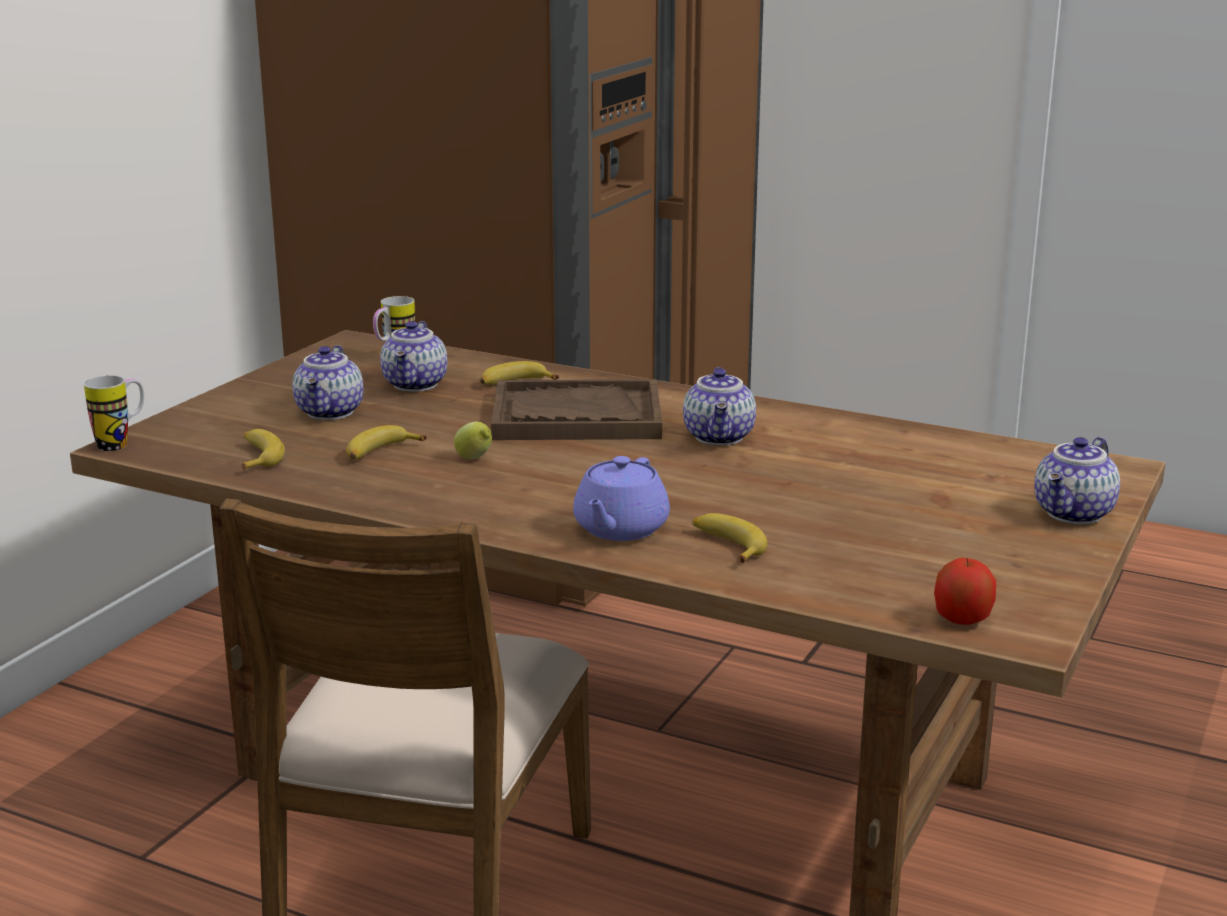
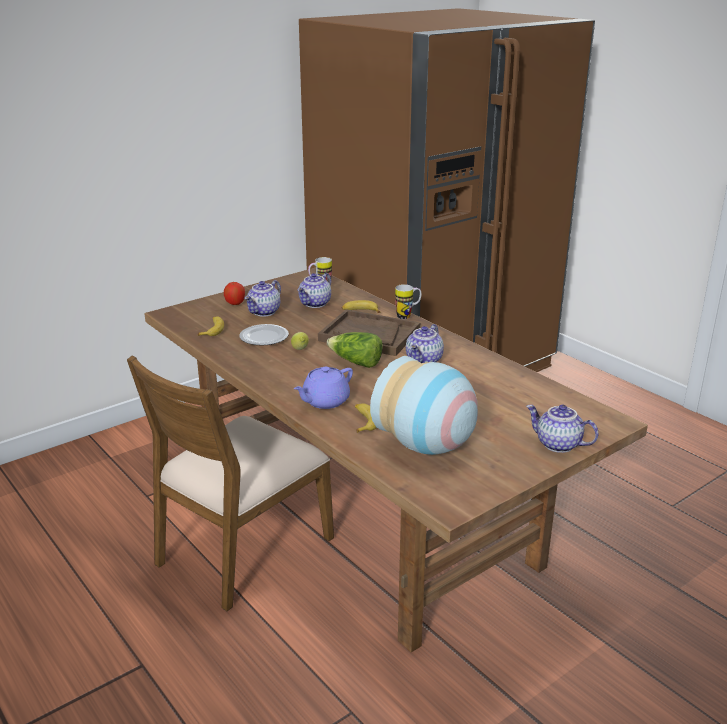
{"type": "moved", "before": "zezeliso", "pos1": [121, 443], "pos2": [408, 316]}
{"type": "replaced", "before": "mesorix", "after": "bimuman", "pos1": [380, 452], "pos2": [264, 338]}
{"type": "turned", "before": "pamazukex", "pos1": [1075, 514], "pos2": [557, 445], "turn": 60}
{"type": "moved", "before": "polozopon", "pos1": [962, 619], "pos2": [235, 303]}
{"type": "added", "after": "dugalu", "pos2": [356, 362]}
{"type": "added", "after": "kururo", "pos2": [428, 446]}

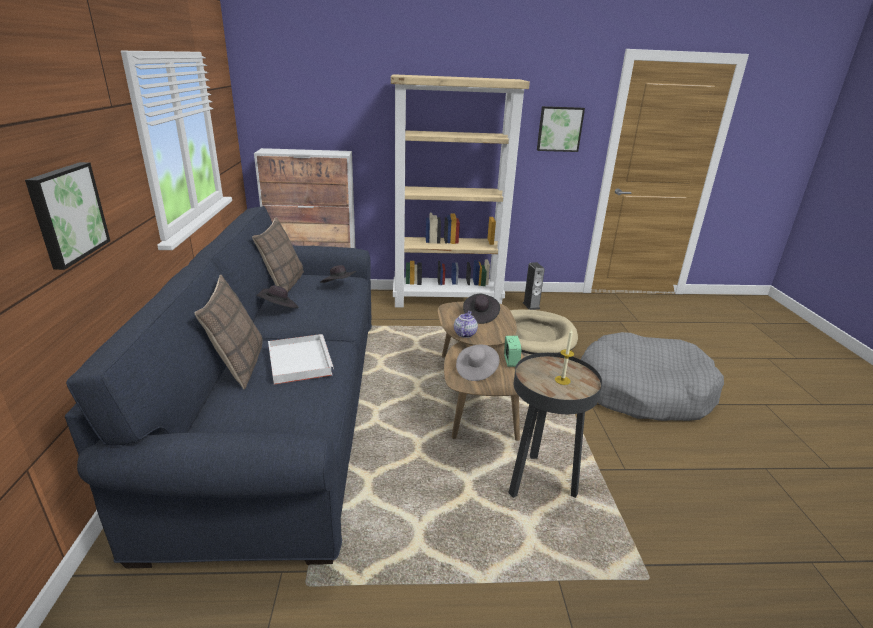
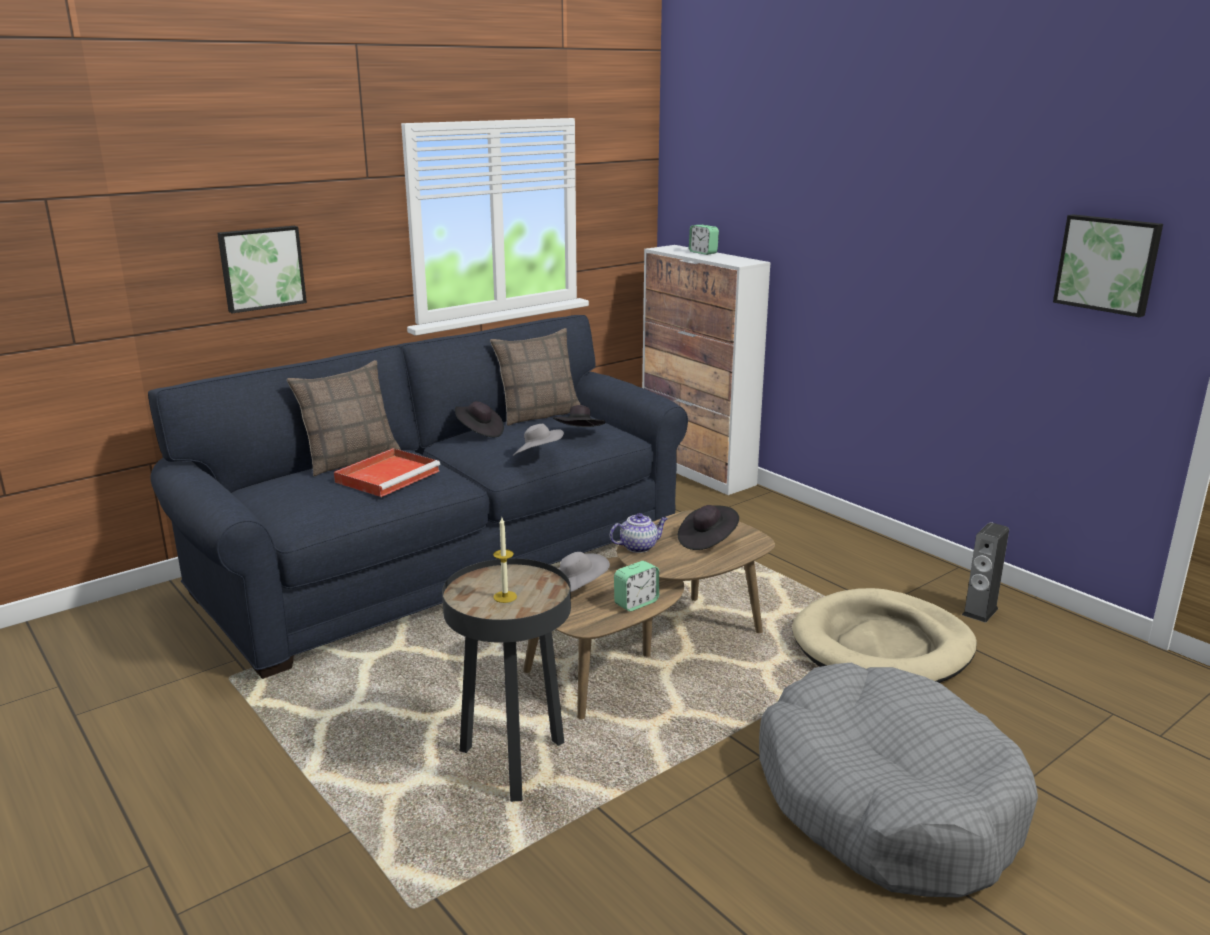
{"type": "removed", "before": "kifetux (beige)", "pos1": [448, 300]}
{"type": "recoloured", "before": "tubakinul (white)", "after": "tubakinul (red)", "pos1": [298, 360], "pos2": [388, 476]}
{"type": "added", "after": "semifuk", "pos2": [703, 252]}
{"type": "added", "after": "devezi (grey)", "pos2": [538, 455]}

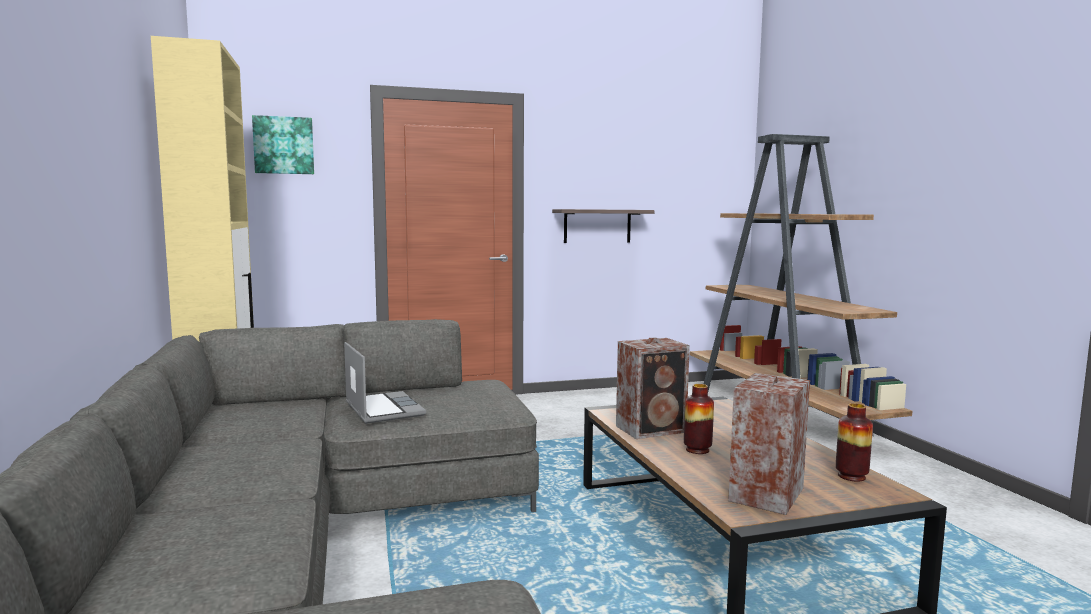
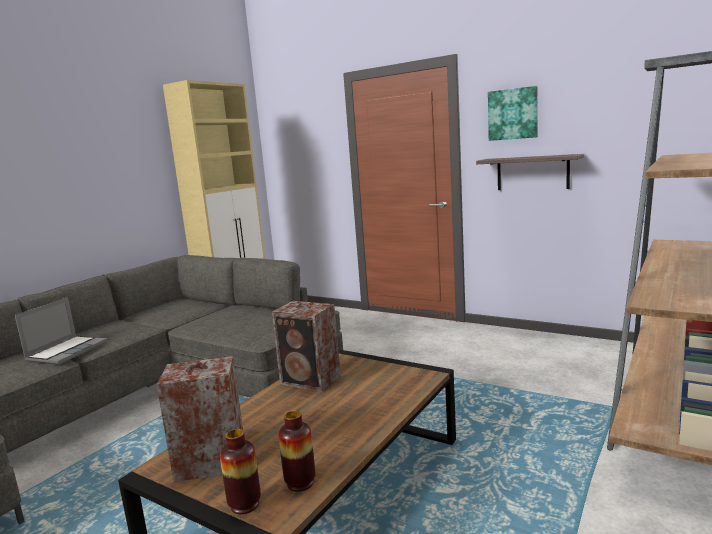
{"type": "moved", "before": "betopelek", "pos1": [284, 145], "pos2": [513, 114]}
{"type": "moved", "before": "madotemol", "pos1": [382, 409], "pos2": [67, 351]}
{"type": "moved", "before": "kururo", "pos1": [697, 450], "pos2": [244, 505]}

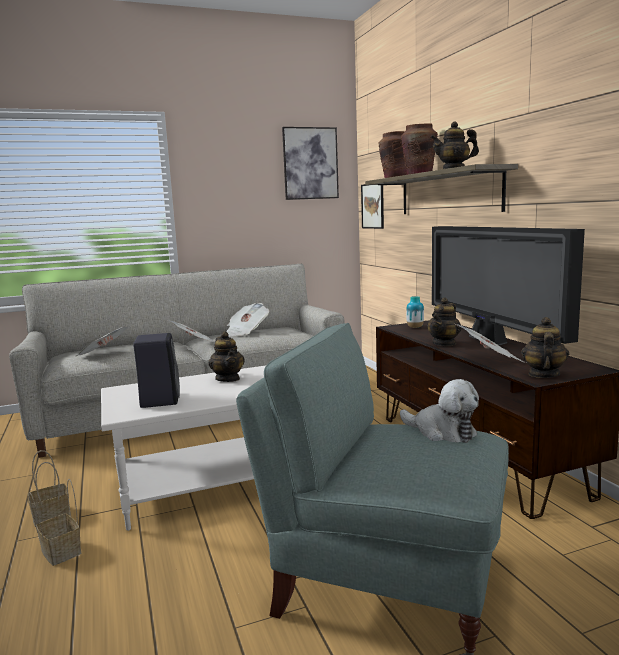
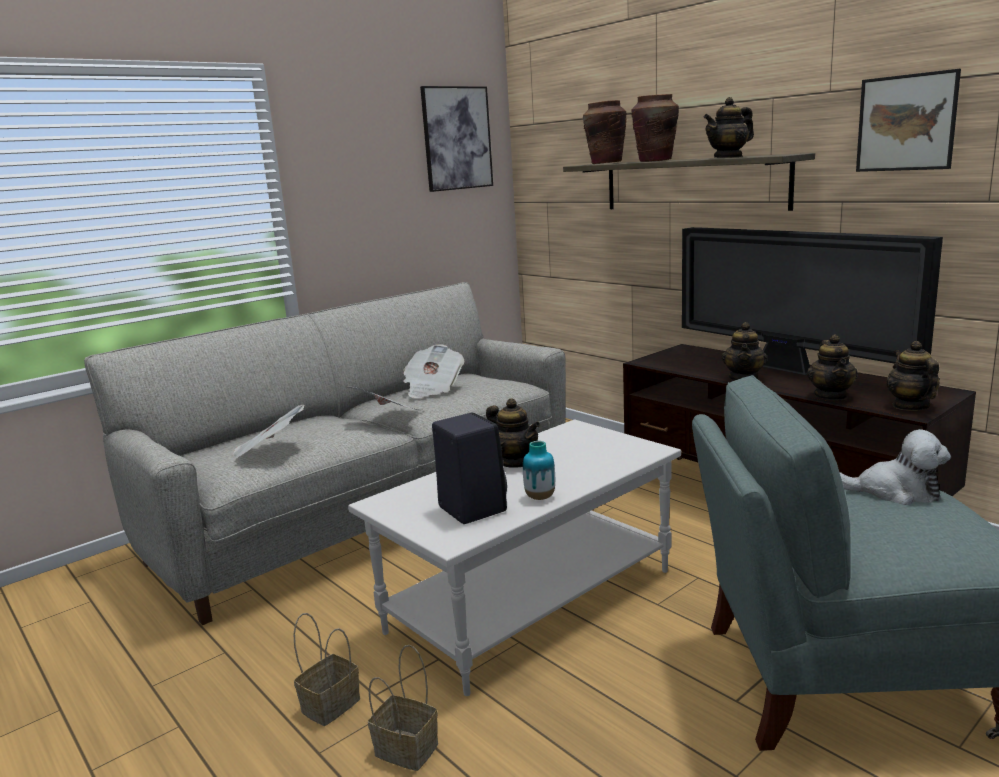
{"type": "moved", "before": "betopelek", "pos1": [373, 206], "pos2": [906, 123]}
{"type": "moved", "before": "kururo", "pos1": [415, 327], "pos2": [540, 497]}
{"type": "replaced", "before": "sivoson", "after": "pamazukex", "pos1": [490, 361], "pos2": [831, 396]}

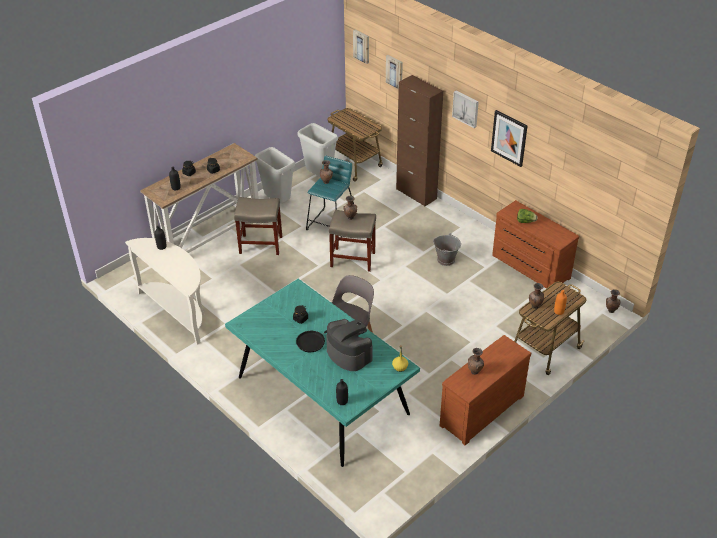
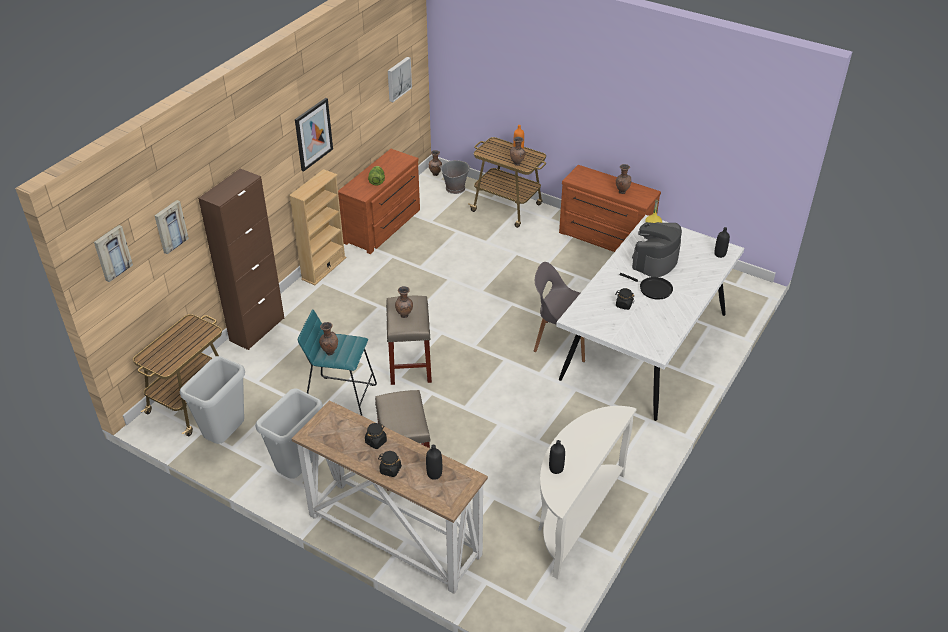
{"type": "moved", "before": "betopelek", "pos1": [466, 108], "pos2": [398, 79]}
{"type": "moved", "before": "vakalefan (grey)", "pos1": [446, 259], "pos2": [455, 188]}
{"type": "recoloured", "before": "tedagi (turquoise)", "after": "tedagi (white)", "pos1": [321, 395], "pos2": [644, 346]}
{"type": "added", "after": "kifetux (beige)", "pos2": [323, 268]}

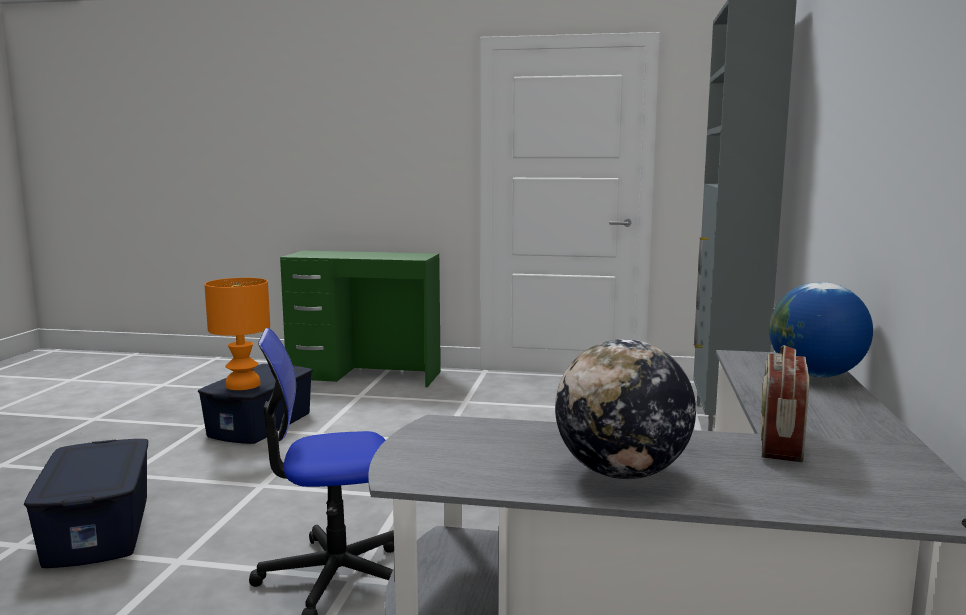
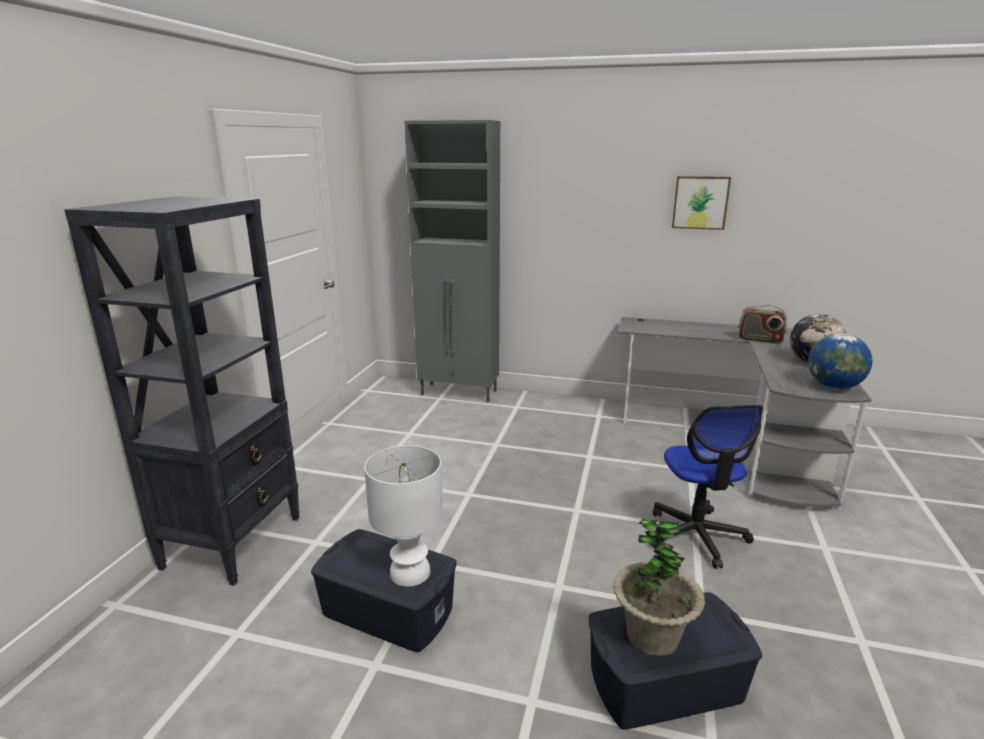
{"type": "replaced", "before": "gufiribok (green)", "after": "kifetux (black)", "pos1": [365, 375], "pos2": [234, 541]}
{"type": "recoloured", "before": "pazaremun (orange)", "after": "pazaremun (white)", "pos1": [242, 385], "pos2": [409, 573]}
{"type": "moved", "before": "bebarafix", "pos1": [815, 375], "pos2": [833, 387]}
{"type": "added", "after": "betopelek", "pos2": [700, 202]}
{"type": "added", "after": "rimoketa", "pos2": [652, 636]}

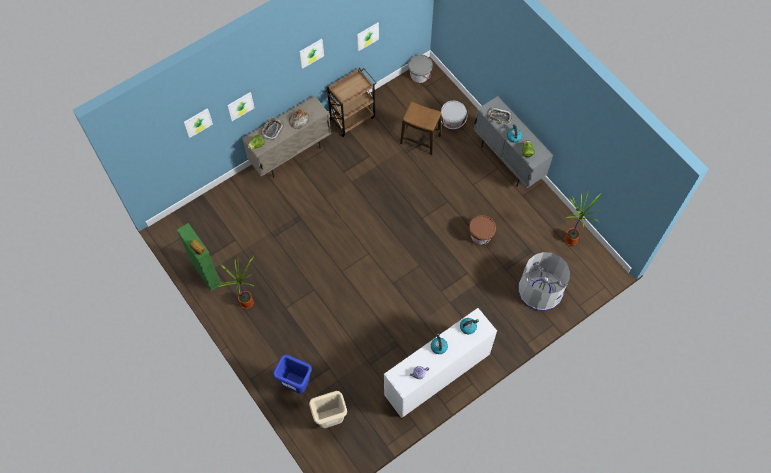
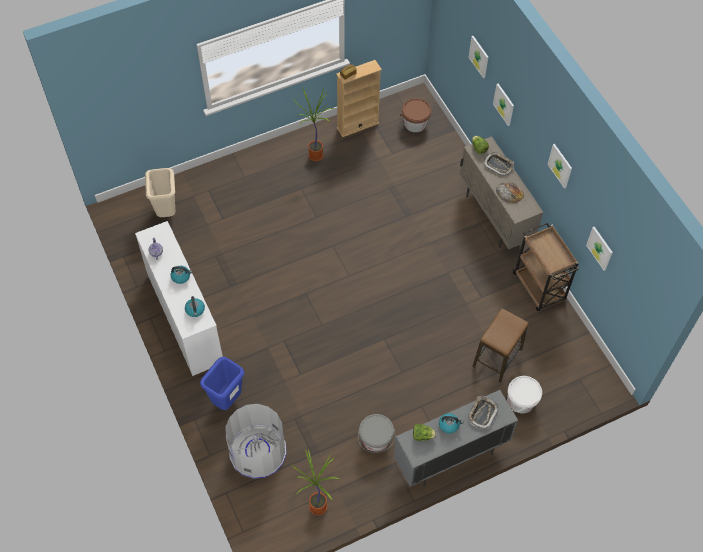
{"type": "moved", "before": "vakalefan (grey)", "pos1": [419, 75], "pos2": [375, 440]}
{"type": "moved", "before": "vakalefan (brown)", "pos1": [480, 236], "pos2": [415, 123]}
{"type": "recoloured", "before": "kifetux (green)", "after": "kifetux (beige)", "pos1": [206, 273], "pos2": [357, 125]}
{"type": "moved", "before": "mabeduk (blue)", "pos1": [296, 385], "pos2": [227, 400]}

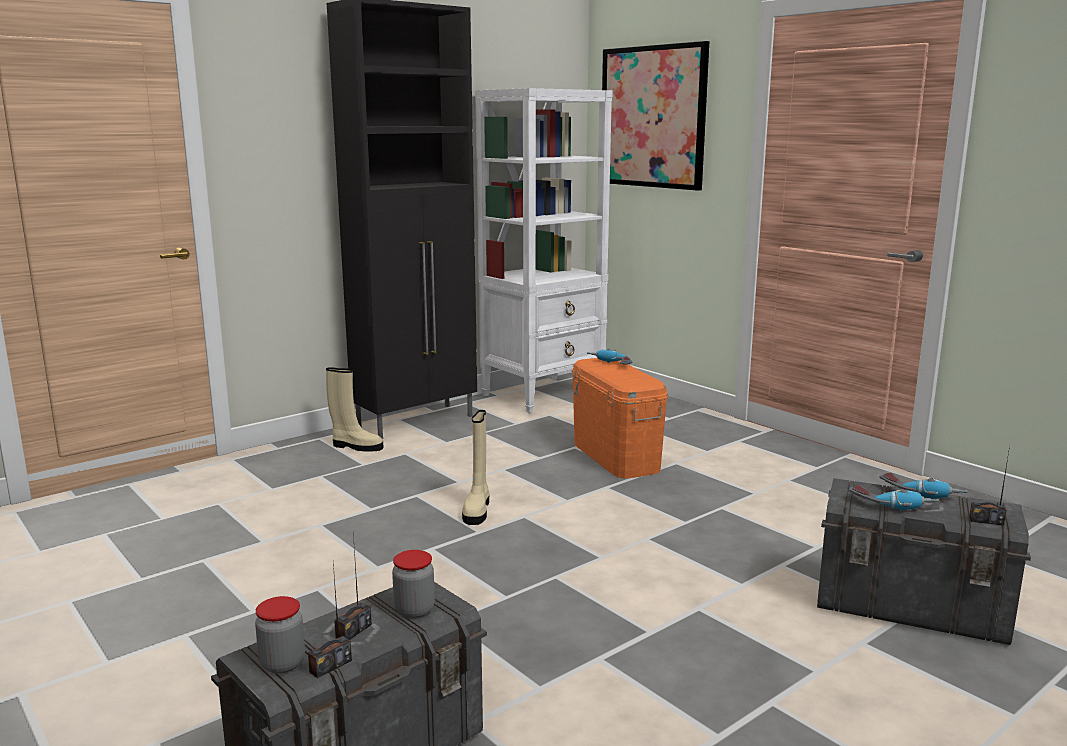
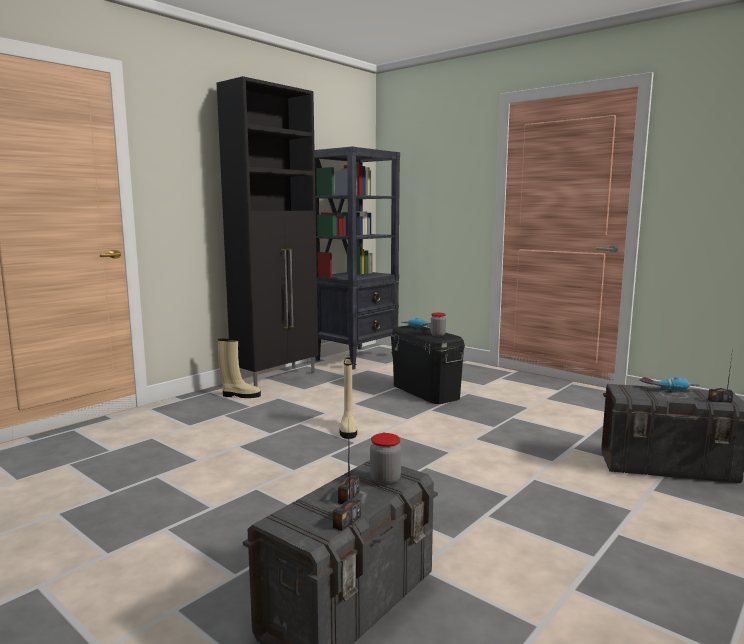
{"type": "removed", "before": "betopelek", "pos1": [652, 117]}
{"type": "recoloured", "before": "kifetux (white)", "after": "kifetux (black)", "pos1": [544, 394], "pos2": [357, 358]}
{"type": "recoloured", "before": "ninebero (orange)", "after": "ninebero (black)", "pos1": [615, 456], "pos2": [425, 391]}
{"type": "removed", "before": "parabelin", "pos1": [892, 505]}
{"type": "moved", "before": "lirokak", "pos1": [282, 663], "pos2": [438, 335]}

